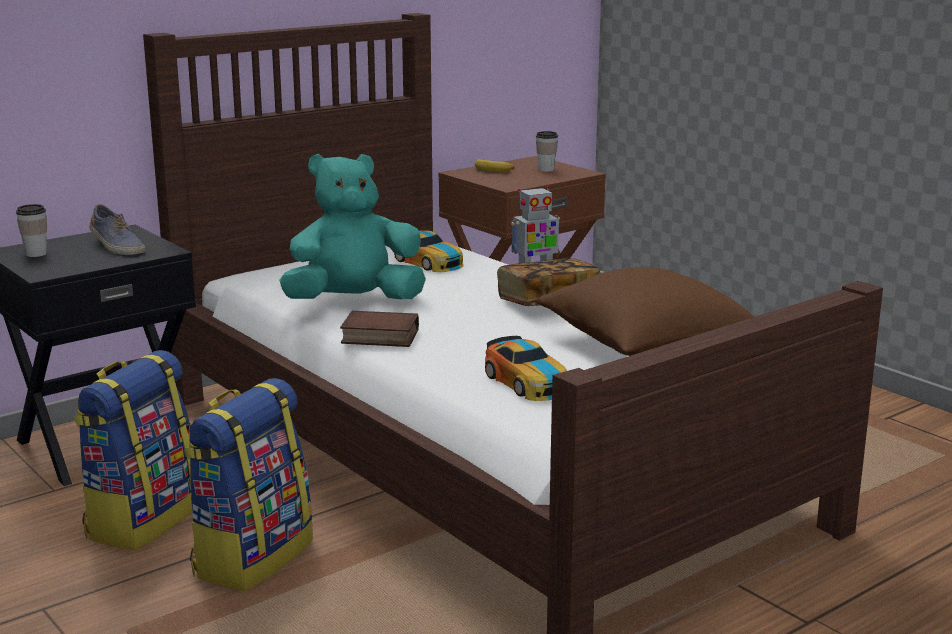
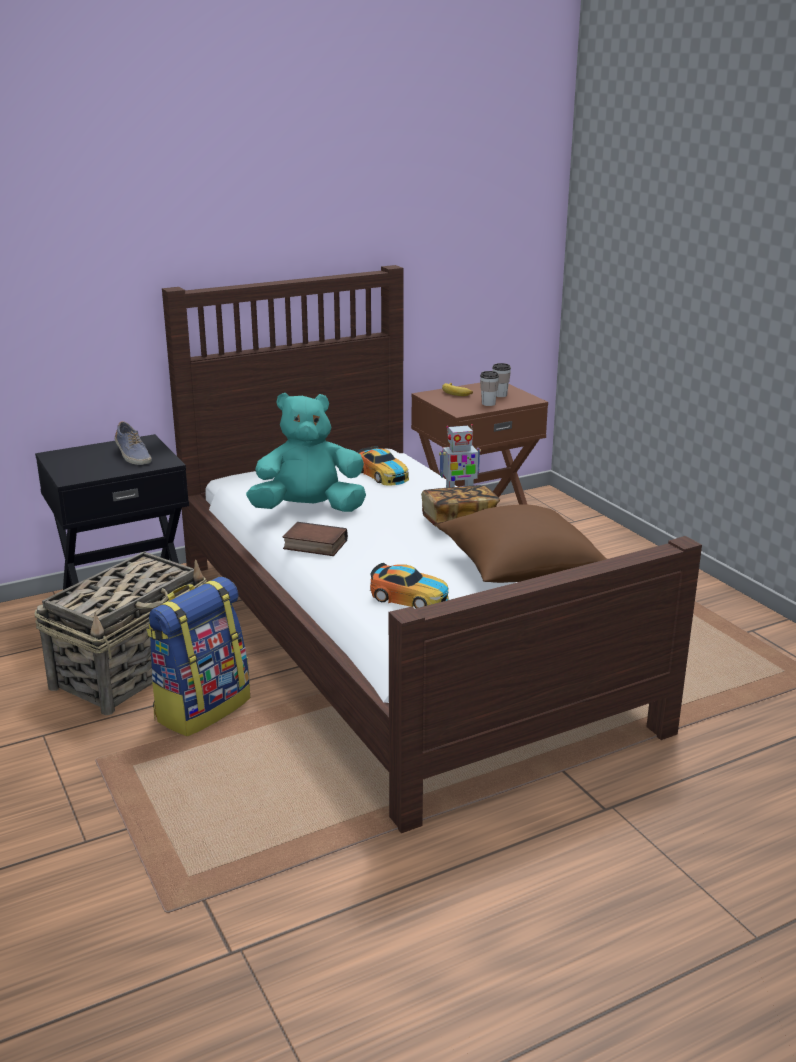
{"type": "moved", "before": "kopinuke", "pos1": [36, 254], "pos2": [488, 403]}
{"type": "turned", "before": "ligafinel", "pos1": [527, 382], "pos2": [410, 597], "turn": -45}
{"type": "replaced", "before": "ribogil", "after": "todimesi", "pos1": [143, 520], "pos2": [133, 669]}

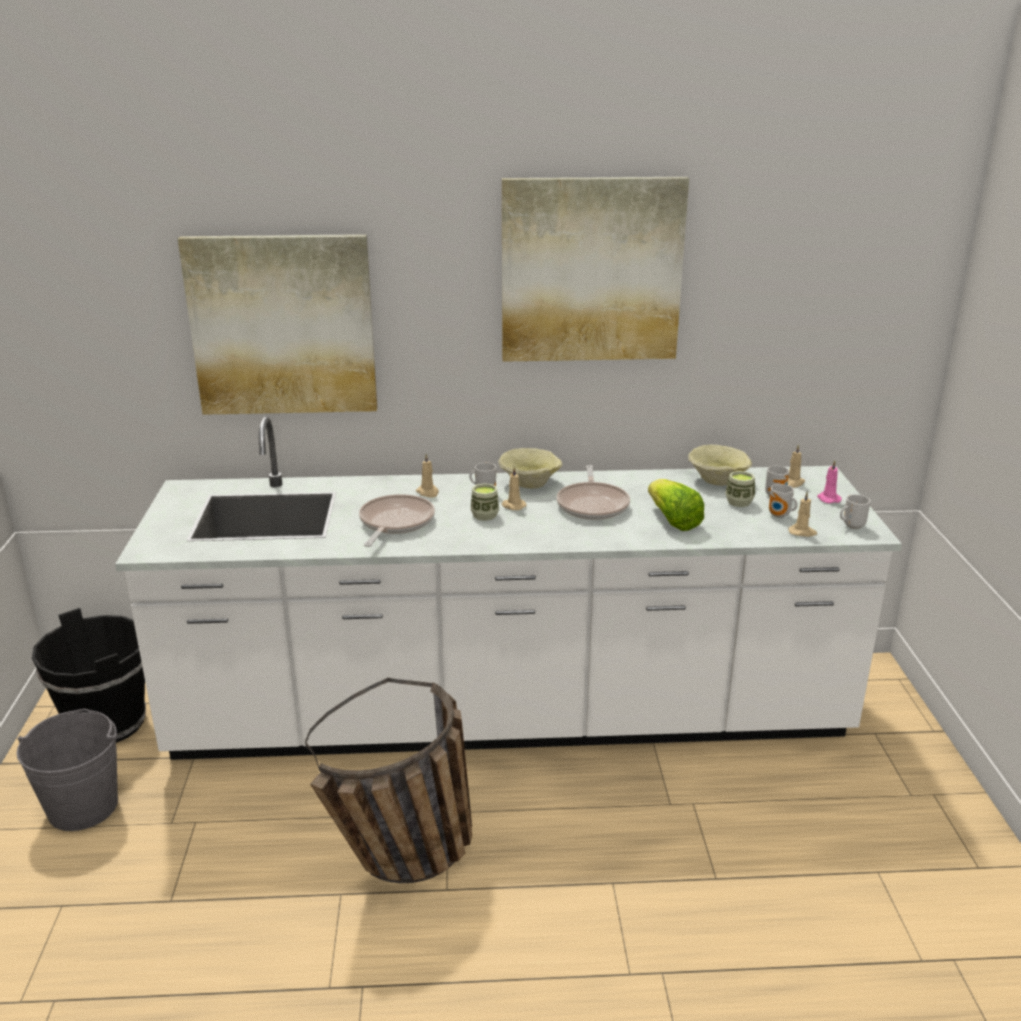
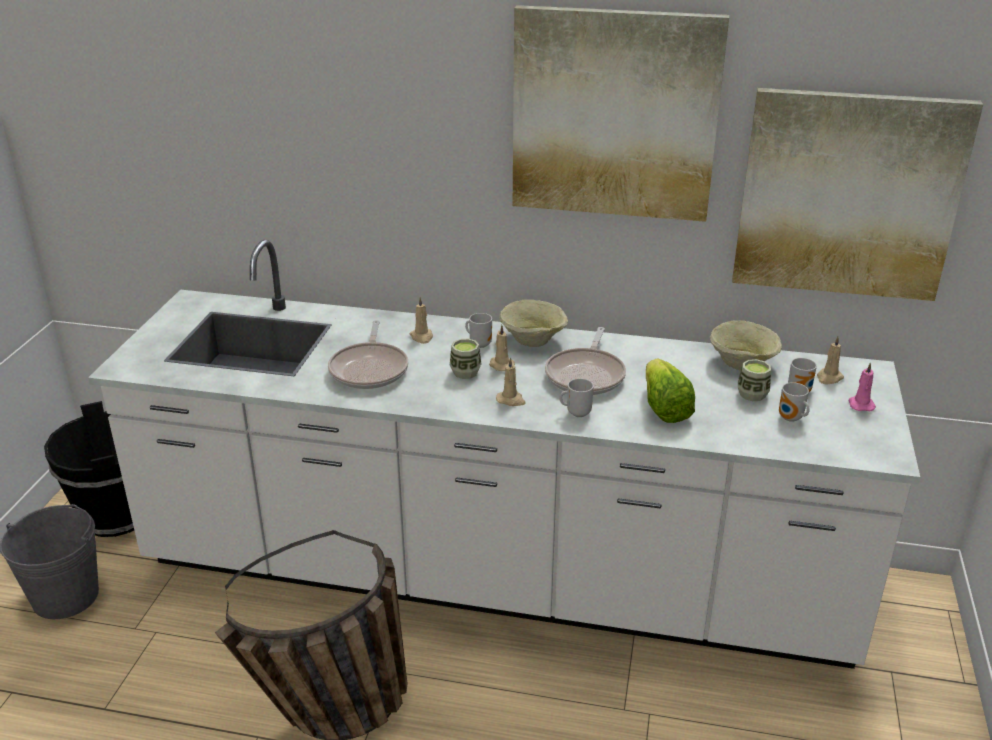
{"type": "moved", "before": "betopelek", "pos1": [283, 325], "pos2": [848, 195]}
{"type": "moved", "before": "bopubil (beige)", "pos1": [802, 532], "pos2": [511, 400]}
{"type": "turned", "before": "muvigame", "pos1": [394, 523], "pos2": [370, 369], "turn": 150}
{"type": "moved", "before": "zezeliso", "pos1": [851, 526], "pos2": [577, 413]}

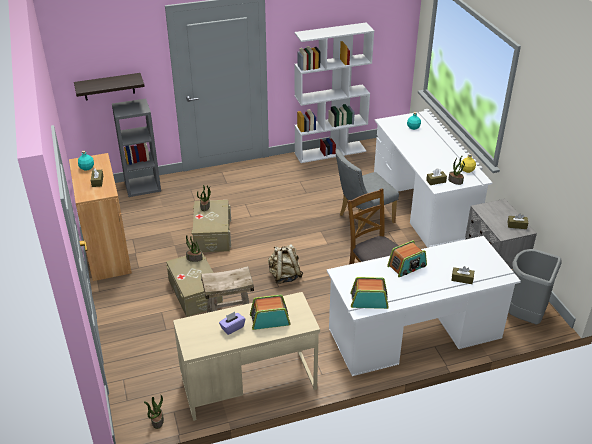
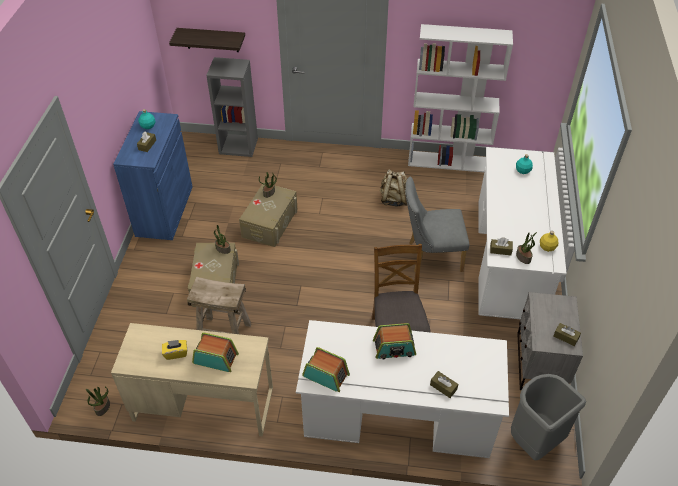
{"type": "recoloured", "before": "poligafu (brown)", "after": "poligafu (blue)", "pos1": [107, 253], "pos2": [164, 211]}
{"type": "moved", "before": "ribogil (beige)", "pos1": [284, 276], "pos2": [394, 199]}
{"type": "recoloured", "before": "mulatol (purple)", "after": "mulatol (yellow)", "pos1": [232, 327], "pos2": [176, 353]}

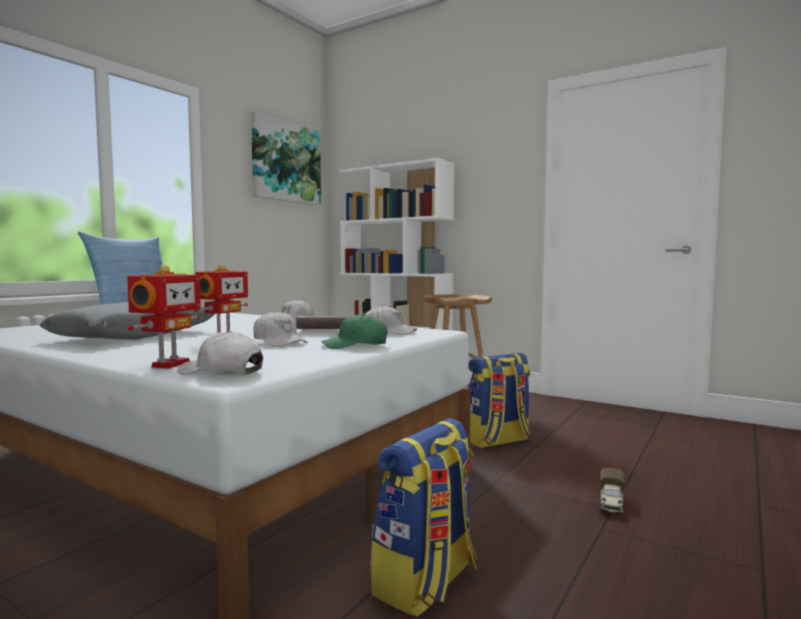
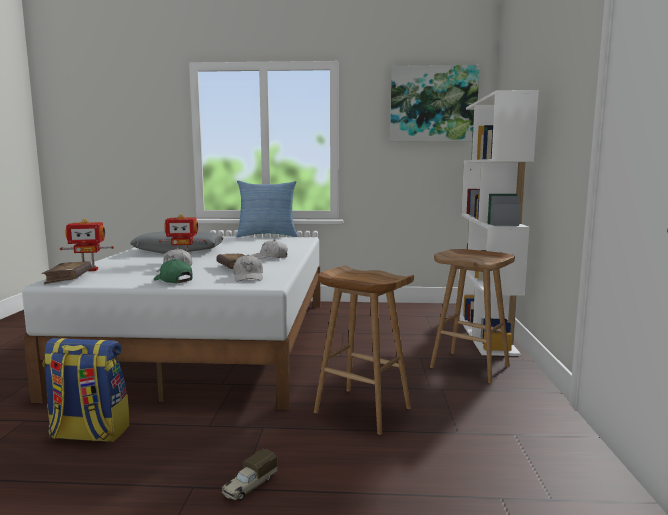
{"type": "replaced", "before": "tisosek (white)", "after": "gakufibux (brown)", "pos1": [221, 372], "pos2": [68, 278]}
{"type": "replaced", "before": "ribogil", "after": "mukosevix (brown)", "pos1": [498, 441], "pos2": [361, 410]}
{"type": "turned", "before": "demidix", "pos1": [611, 503], "pos2": [249, 486], "turn": -45}

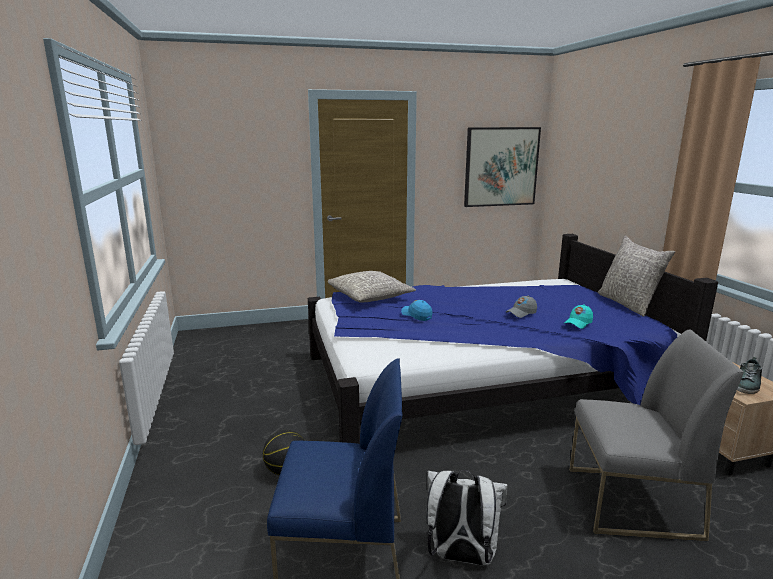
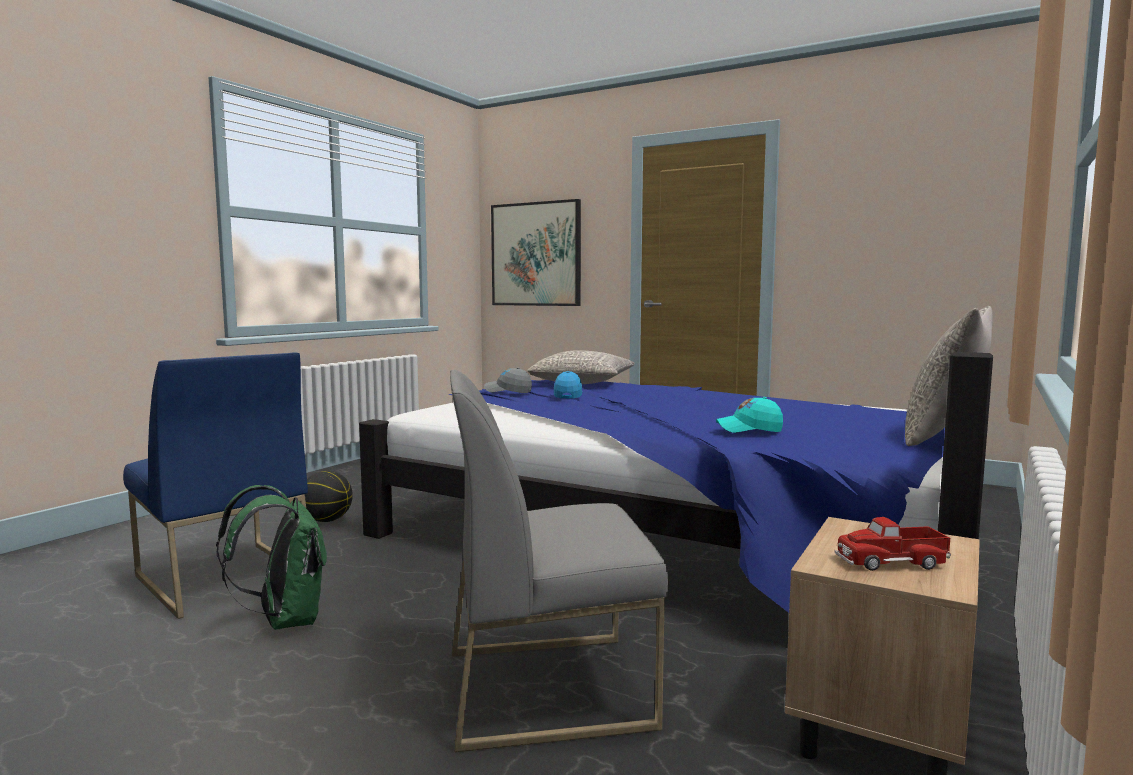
{"type": "moved", "before": "betopelek", "pos1": [501, 167], "pos2": [536, 254]}
{"type": "moved", "before": "tisosek (grey)", "pos1": [521, 313], "pos2": [508, 391]}
{"type": "turned", "before": "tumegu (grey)", "pos1": [631, 502], "pos2": [548, 687], "turn": 120}
{"type": "replaced", "before": "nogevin", "after": "demidix", "pos1": [748, 385], "pos2": [891, 561]}
{"type": "recoloured", "before": "ribogil (white)", "after": "ribogil (green)", "pos1": [461, 556], "pos2": [284, 620]}

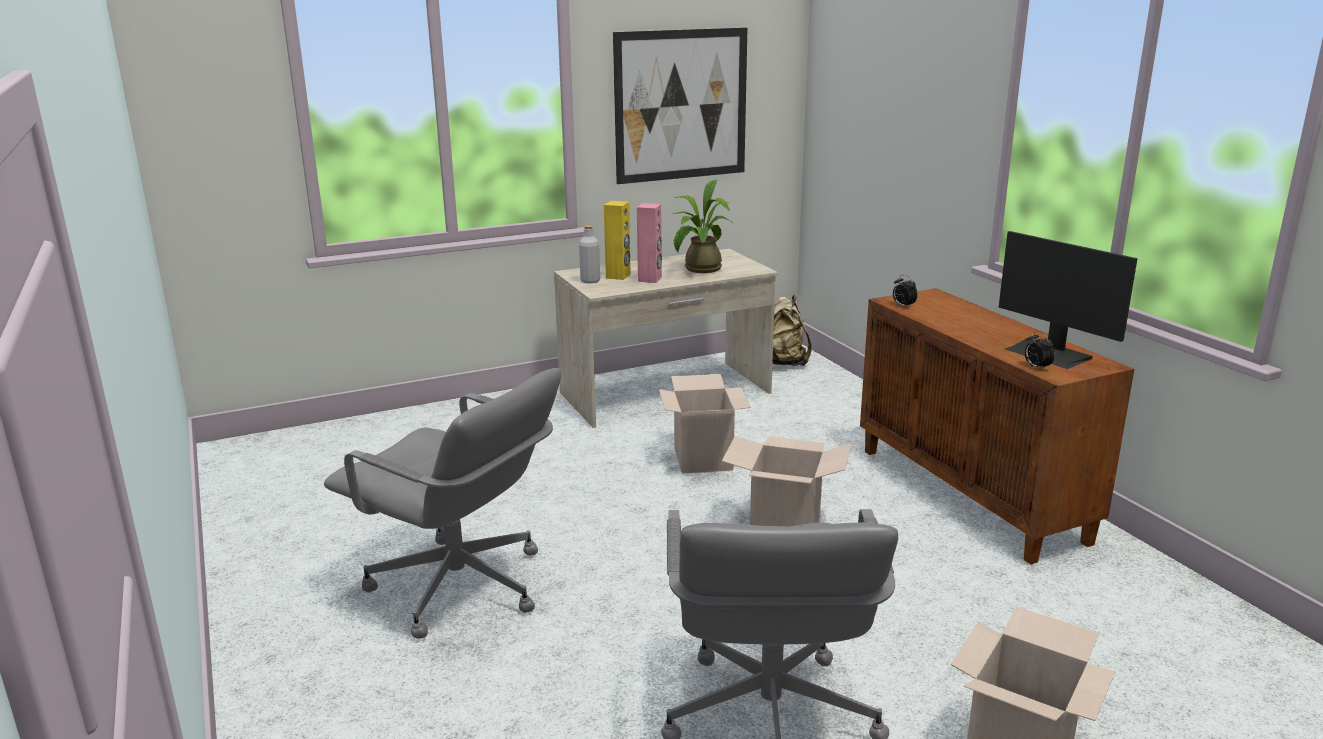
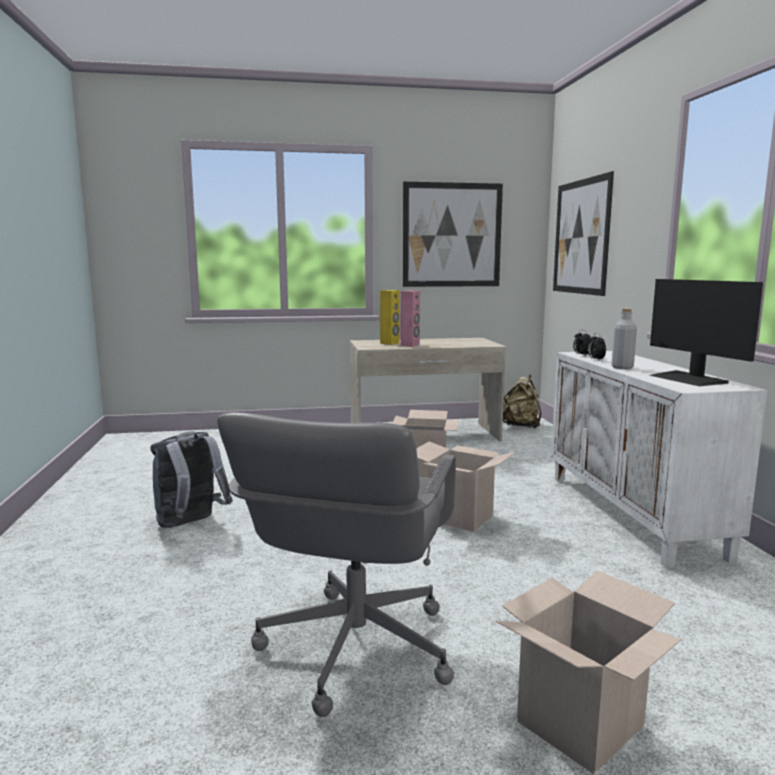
{"type": "removed", "before": "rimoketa", "pos1": [699, 270]}
{"type": "moved", "before": "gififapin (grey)", "pos1": [590, 281], "pos2": [622, 367]}
{"type": "recoloured", "before": "poligafu (brown)", "after": "poligafu (white)", "pos1": [971, 494], "pos2": [633, 515]}
{"type": "moved", "before": "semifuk", "pos1": [1036, 367], "pos2": [595, 360]}
{"type": "replaced", "before": "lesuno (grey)", "after": "ribogil (grey)", "pos1": [459, 588], "pos2": [190, 524]}
{"type": "added", "after": "betopelek", "pos2": [581, 237]}

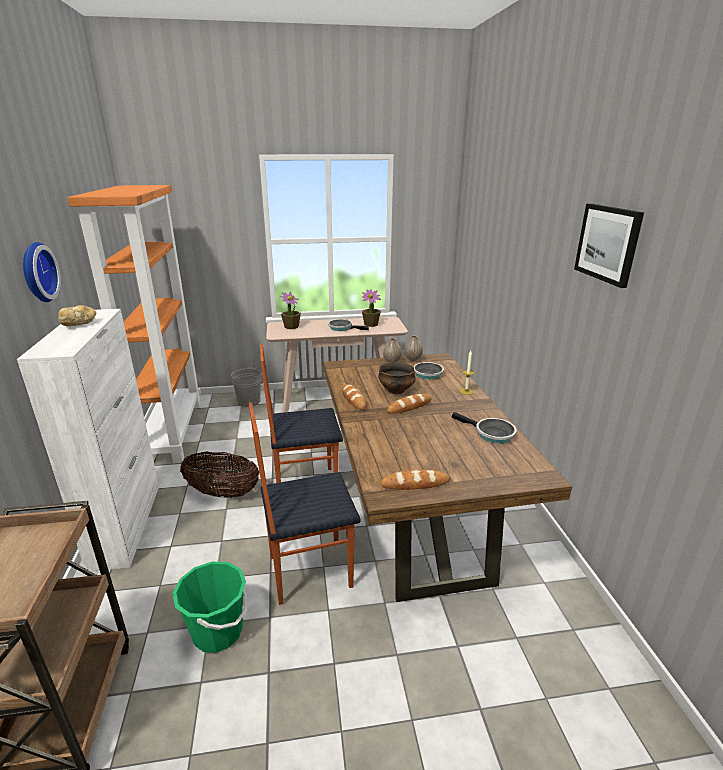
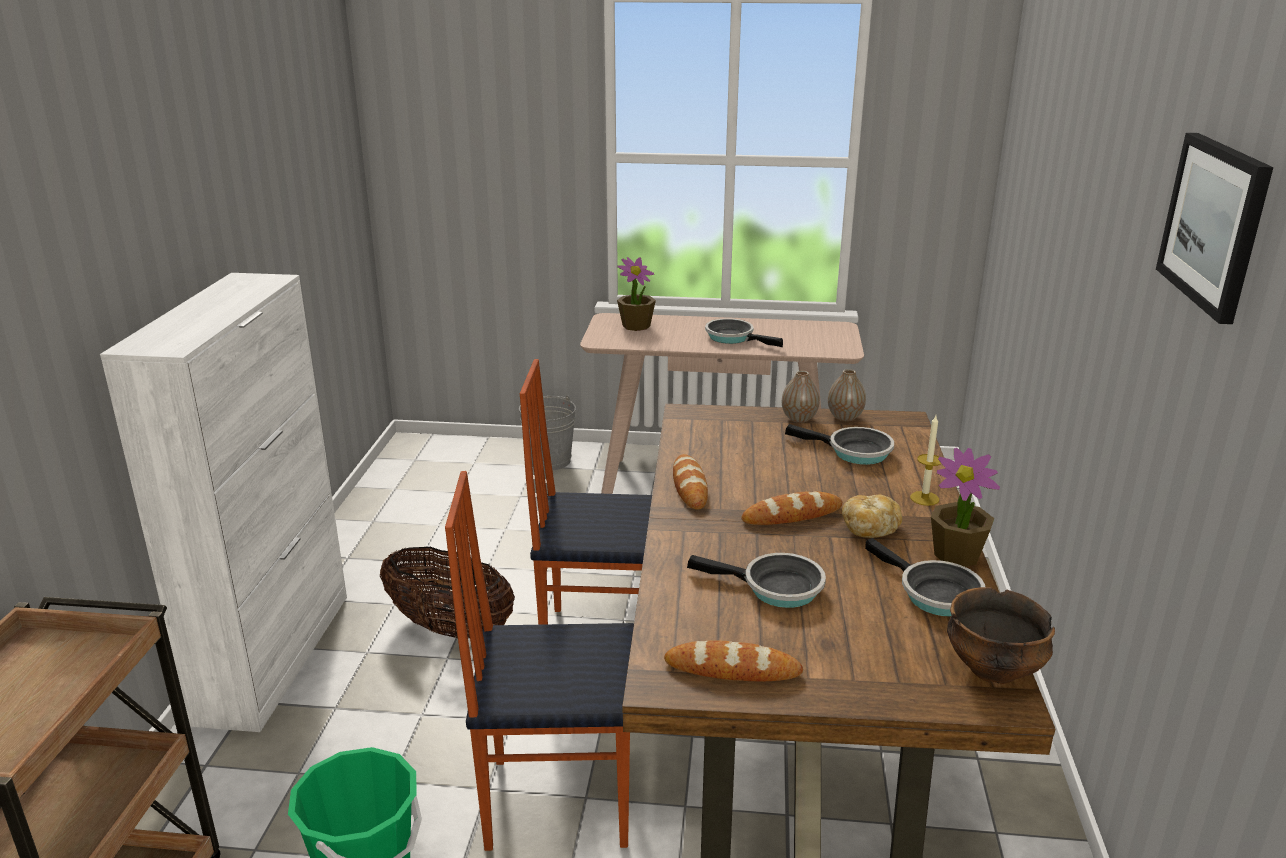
{"type": "removed", "before": "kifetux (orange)", "pos1": [171, 431]}
{"type": "removed", "before": "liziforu", "pos1": [36, 272]}
{"type": "moved", "before": "rimoketa", "pos1": [371, 324], "pos2": [957, 555]}
{"type": "moved", "before": "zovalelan", "pos1": [78, 324], "pos2": [870, 529]}
{"type": "moved", "before": "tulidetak", "pos1": [396, 390], "pos2": [993, 669]}
{"type": "added", "after": "muvigame", "pos2": [775, 588]}

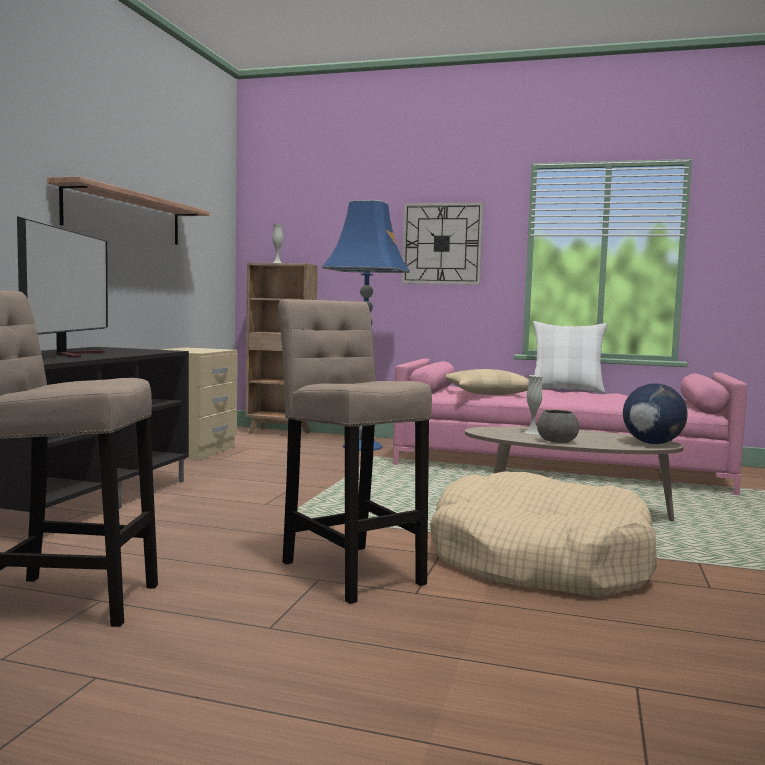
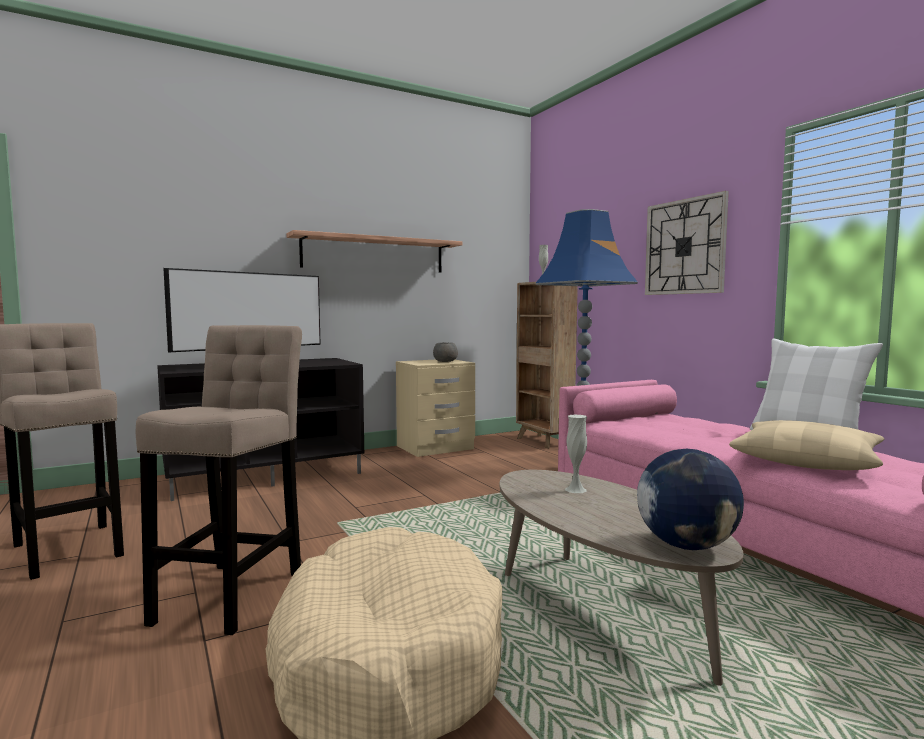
{"type": "moved", "before": "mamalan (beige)", "pos1": [487, 393], "pos2": [806, 460]}
{"type": "moved", "before": "tulidetak (grey)", "pos1": [557, 441], "pos2": [445, 361]}

